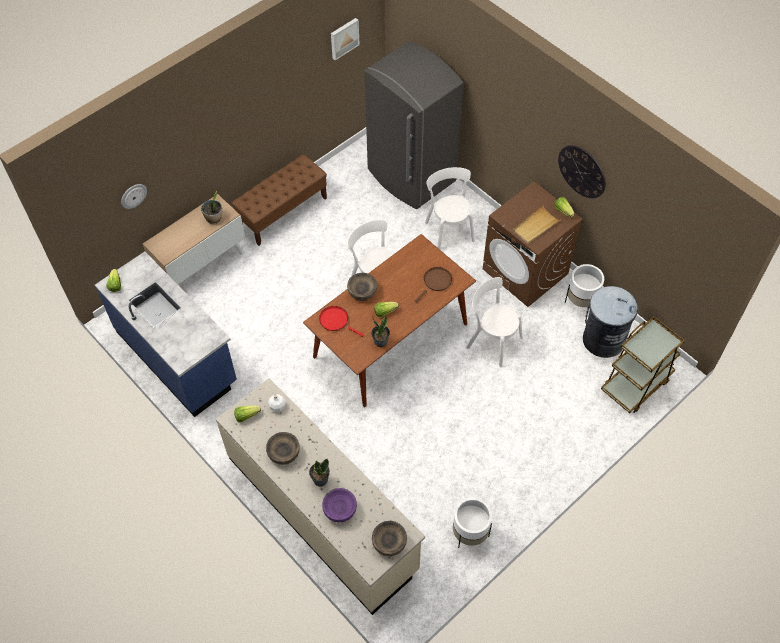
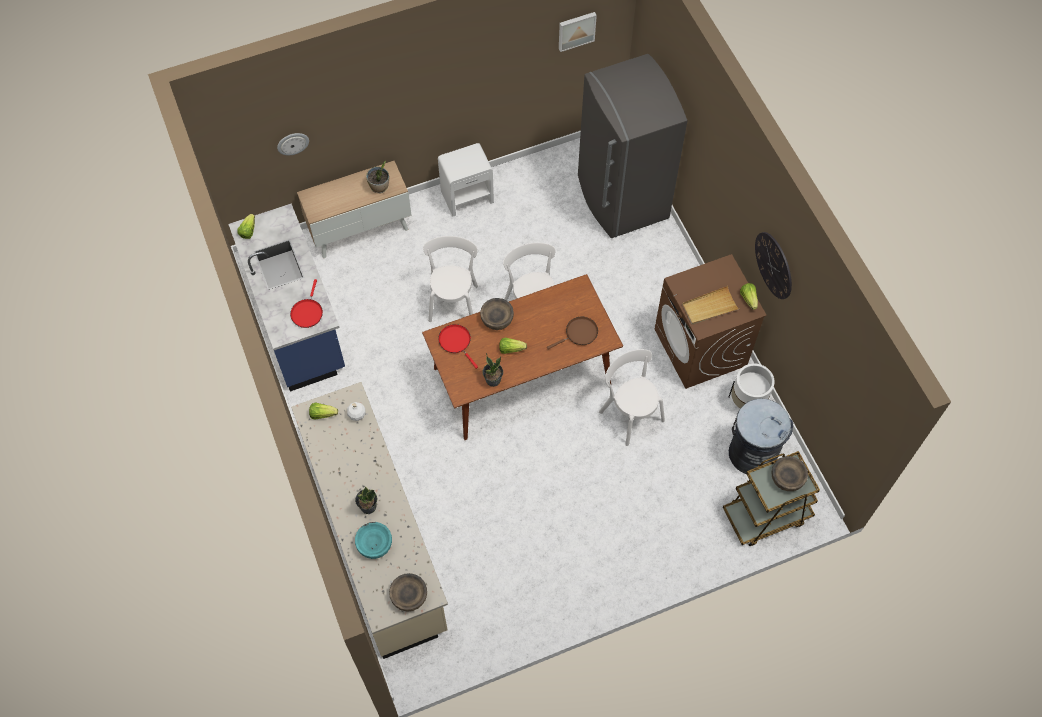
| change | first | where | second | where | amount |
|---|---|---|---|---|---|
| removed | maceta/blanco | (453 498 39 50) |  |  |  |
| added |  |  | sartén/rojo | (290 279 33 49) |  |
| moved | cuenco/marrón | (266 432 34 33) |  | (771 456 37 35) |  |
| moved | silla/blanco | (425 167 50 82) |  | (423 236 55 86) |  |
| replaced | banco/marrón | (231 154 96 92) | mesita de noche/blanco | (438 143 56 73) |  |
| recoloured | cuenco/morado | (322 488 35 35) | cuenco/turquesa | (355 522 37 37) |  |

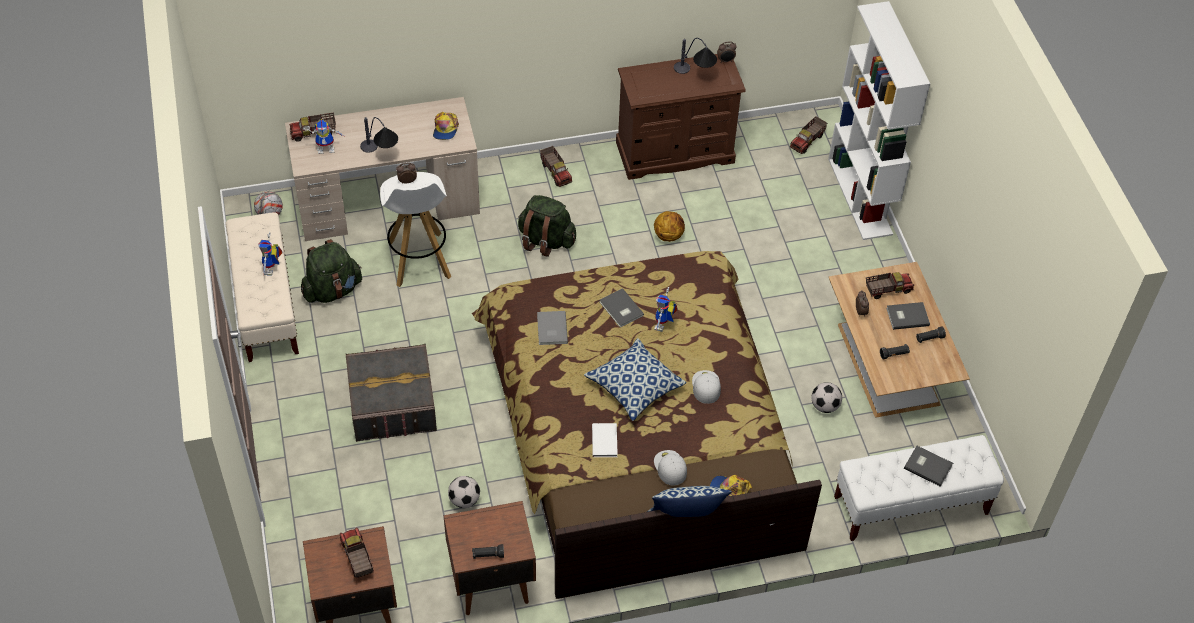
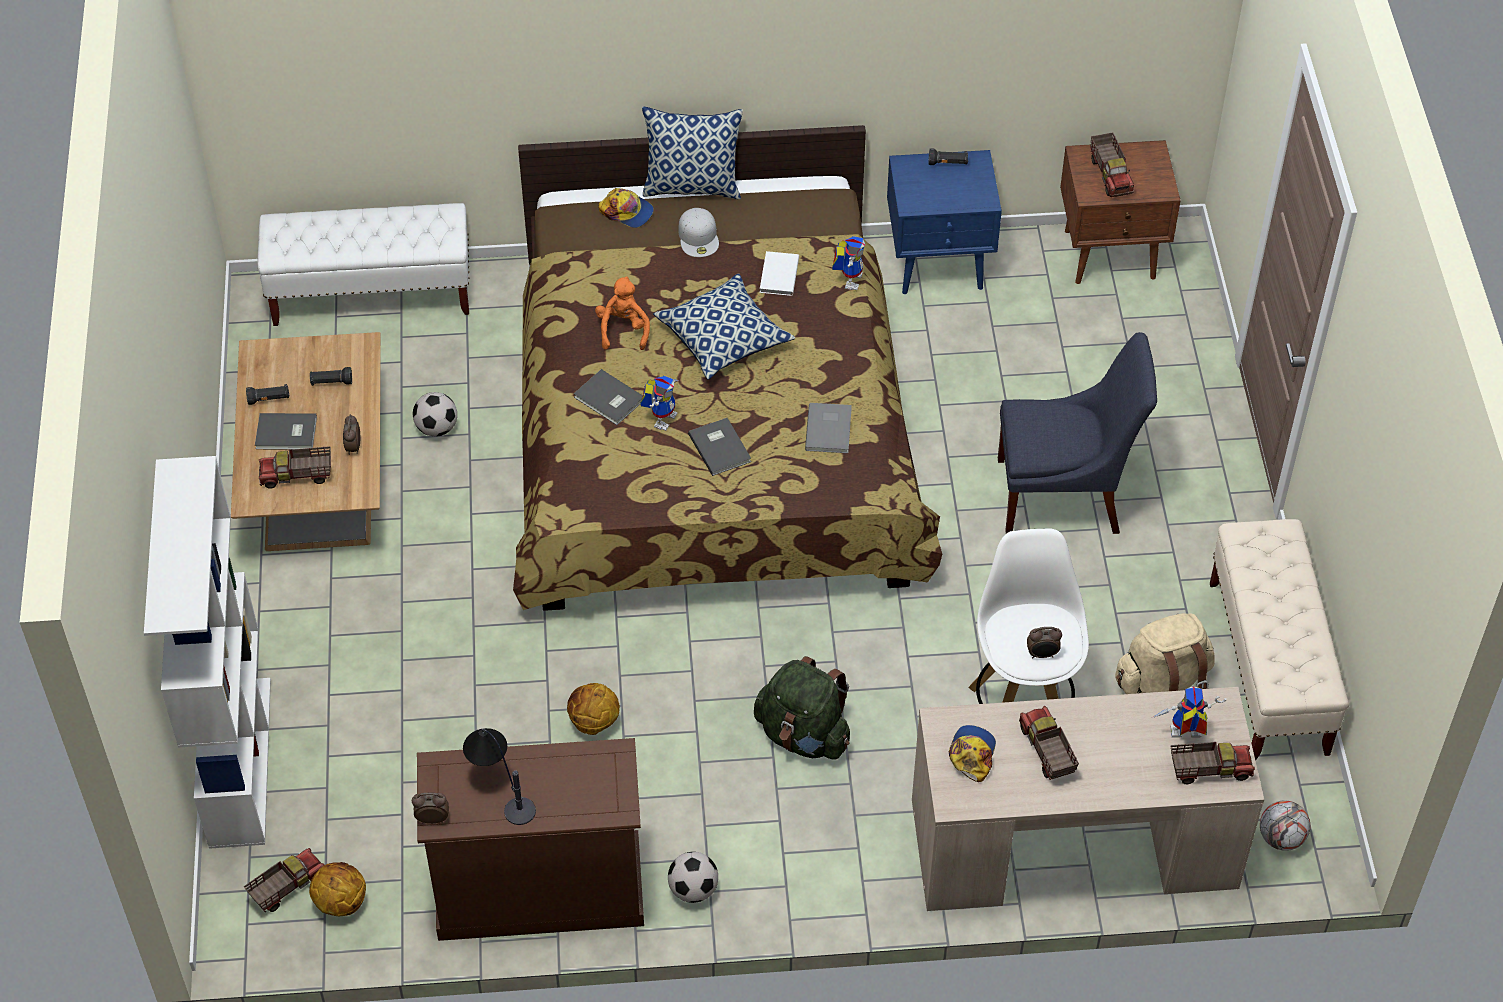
| change | first | where | second | where | amount |
|---|---|---|---|---|---|
| removed | lámpara de mesa | (360 117 38 36) |  |  |  |
| added |  |  | balón de baloncesto | (309 862 57 55) |  |
| moved | robot de juguete | (258 232 25 44) |  | (832 236 33 55) |  |
| moved | balón de fútbol | (448 476 32 32) |  | (668 852 50 51) |  |
| moved | camión de juguete | (540 146 32 41) |  | (1019 706 60 74) |  |
| moved | libro/gris | (904 446 49 41) |  | (574 369 69 56) |  |
| replaced | caja de almacenaje/gris | (346 344 91 98) | silla/azul | (998 332 159 202) |  |
| replaced | gorra/blanco | (692 370 29 34) | peluche/naranja | (595 276 55 74) |  |
| recoloured | mochila/verde | (301 239 61 64) | mochila/beis | (1115 613 99 81) |  |
| recoloured | mesita de noche/marrón | (444 501 92 114) | mesita de noche/azul | (887 150 115 144) |  |

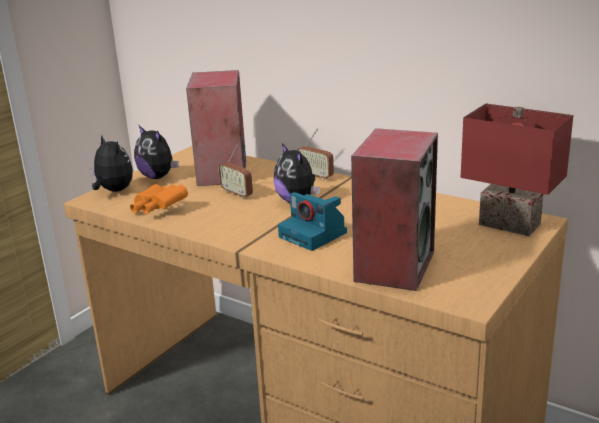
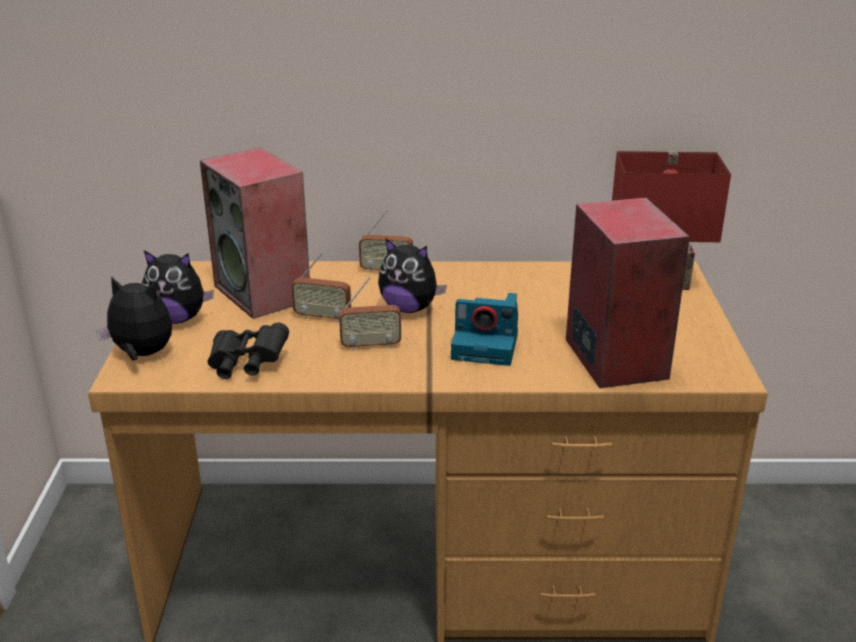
| change | first | where | second | where | amount |
|---|---|---|---|---|---|
| added |  |  | radio | (339 277 62 73) |  |
| recoloured | prismáticos/naranja | (130 184 58 30) | prismáticos/negro | (207 323 82 56) |  |

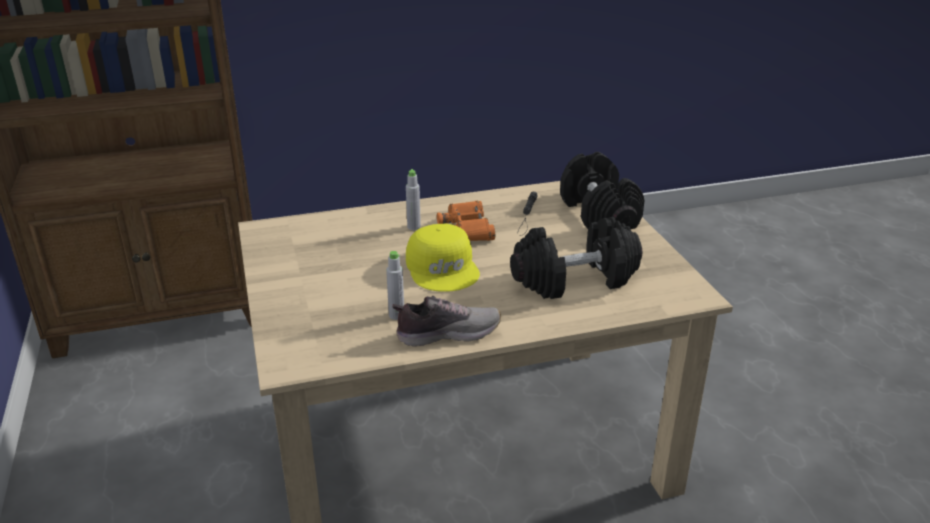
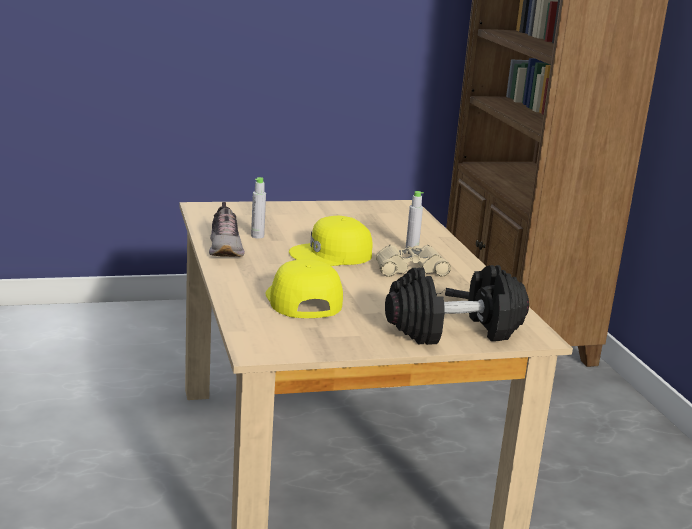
| change | first | where | second | where | amount |
|---|---|---|---|---|---|
| replaced | mancuerna/negro | (510 217 132 82) | gorra/amarillo | (266 260 77 58) |  |
| recoloured | prismáticos/naranja | (437 201 58 40) | prismáticos/beis | (376 245 75 32) |  |

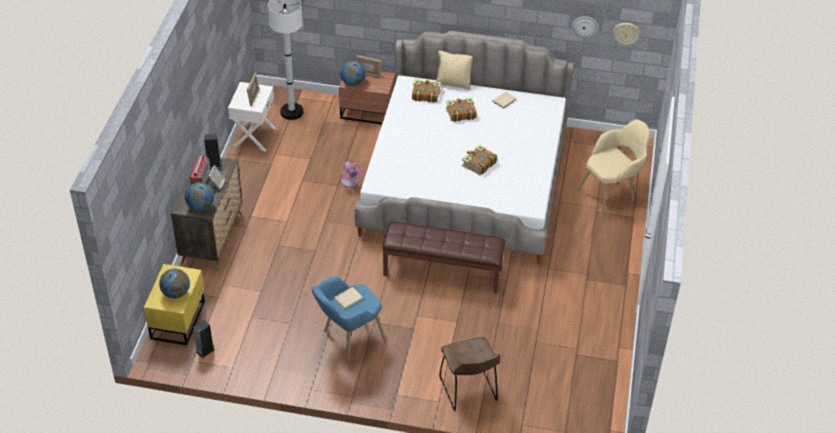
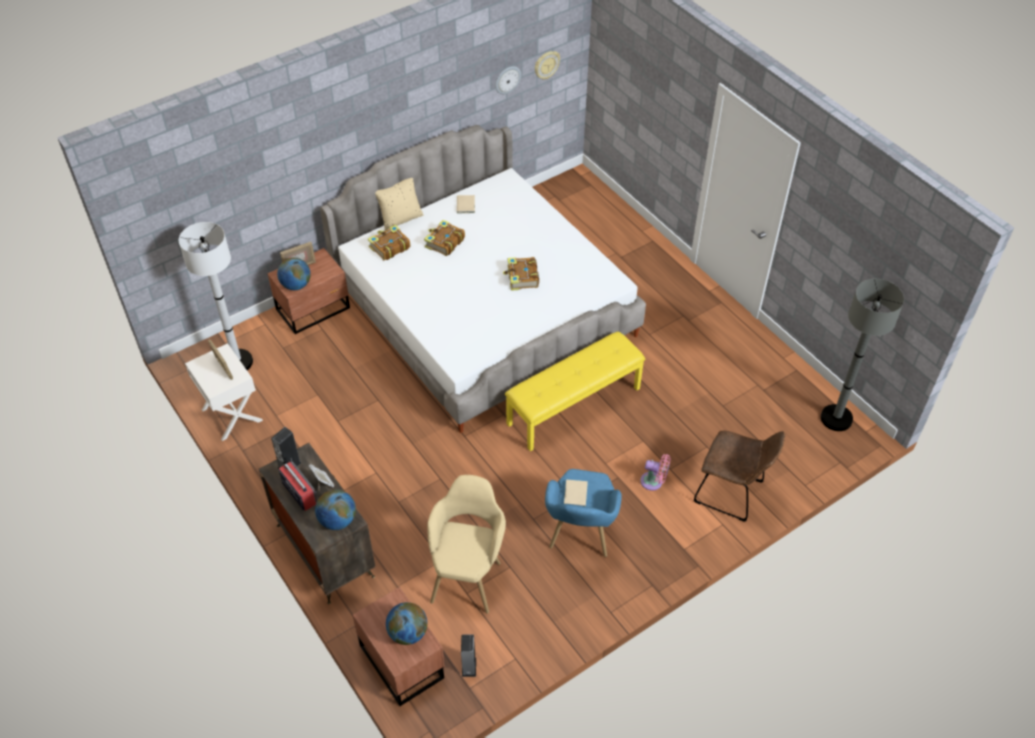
| change | first | where | second | where | amount |
|---|---|---|---|---|---|
| added |  |  | lámpara de pie/gris | (821 279 83 152) |  |
| moved | ventilador/rosa | (341 162 22 26) |  | (640 454 31 37) |  |
| moved | sillón/beis | (577 119 73 97) |  | (427 475 79 139) |  |
| recoloured | mesita de noche/amarillo | (144 264 61 81) | mesita de noche/marrón | (353 587 92 119) |  |
| recoloured | banco/marrón | (382 222 123 71) | banco/amarillo | (505 332 140 119) |  |

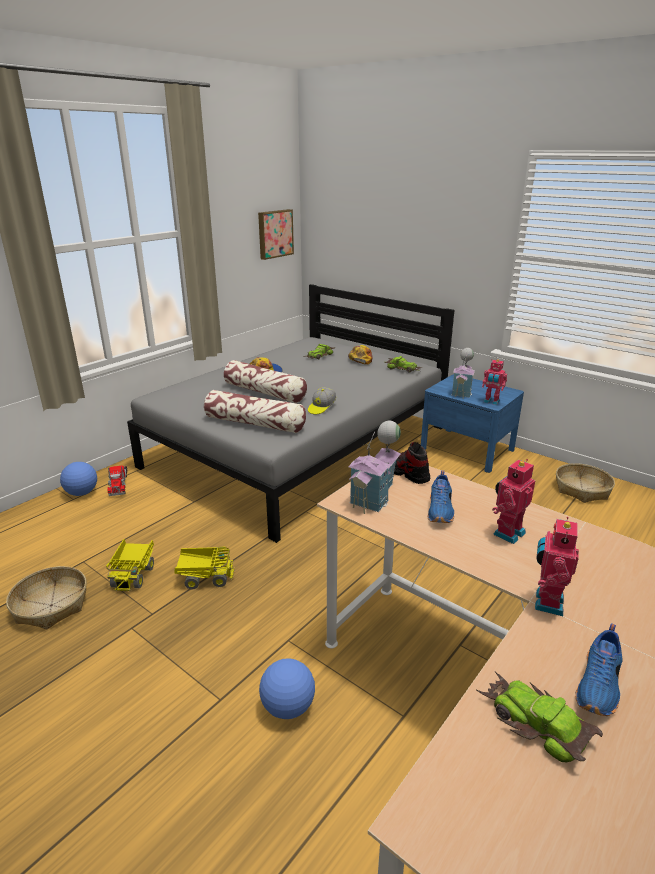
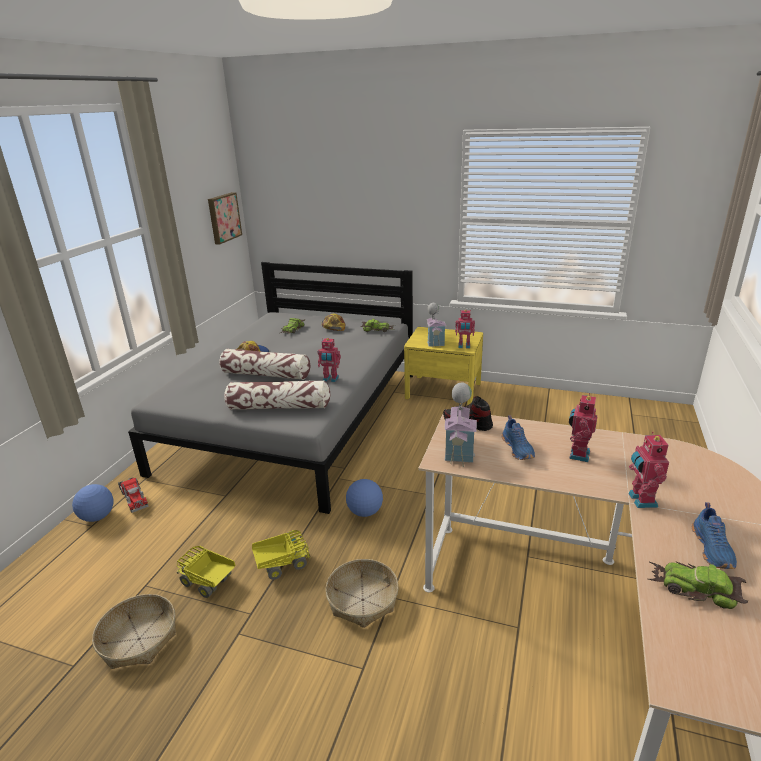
| change | first | where | second | where | amount |
|---|---|---|---|---|---|
| moved | balón de fútbol | (259 658 56 61) |  | (346 479 37 38) |  |
| moved | cesta | (556 463 59 40) |  | (325 559 74 69) |  |
| replaced | gorra | (308 387 28 28) | robot de juguete | (318 338 23 44) |  |
| recoloured | mesita de noche/azul | (421 374 103 99) | mesita de noche/amarillo | (404 327 79 78) |  |
| turned | camión de juguete | (106 539 48 52) |  | (177 546 59 52) | 135 degrees clockwise |

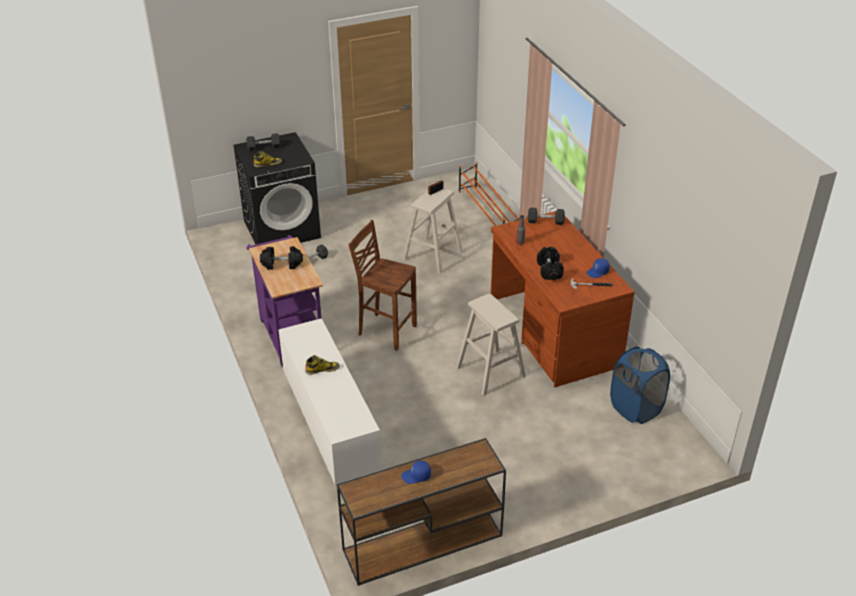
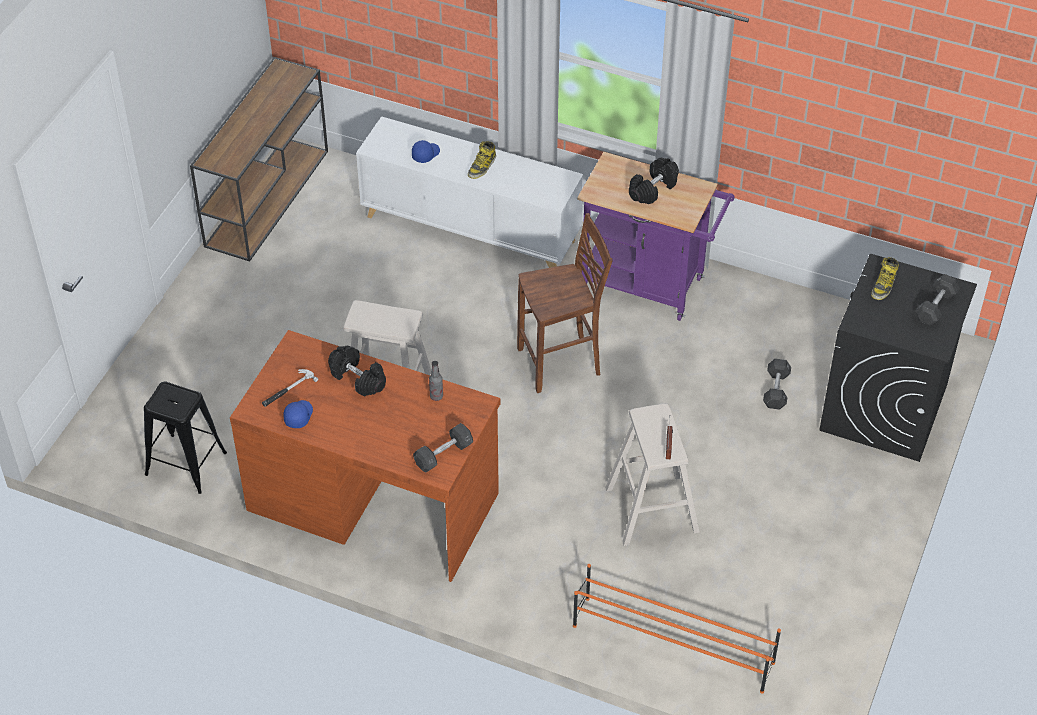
| change | first | where | second | where | amount |
|---|---|---|---|---|---|
| moved | gorra/azul | (401 461 30 23) |  | (412 140 28 23) |  |
| replaced | cesto de la ropa/azul | (610 347 60 77) | taburete/negro | (144 382 83 112) |  |

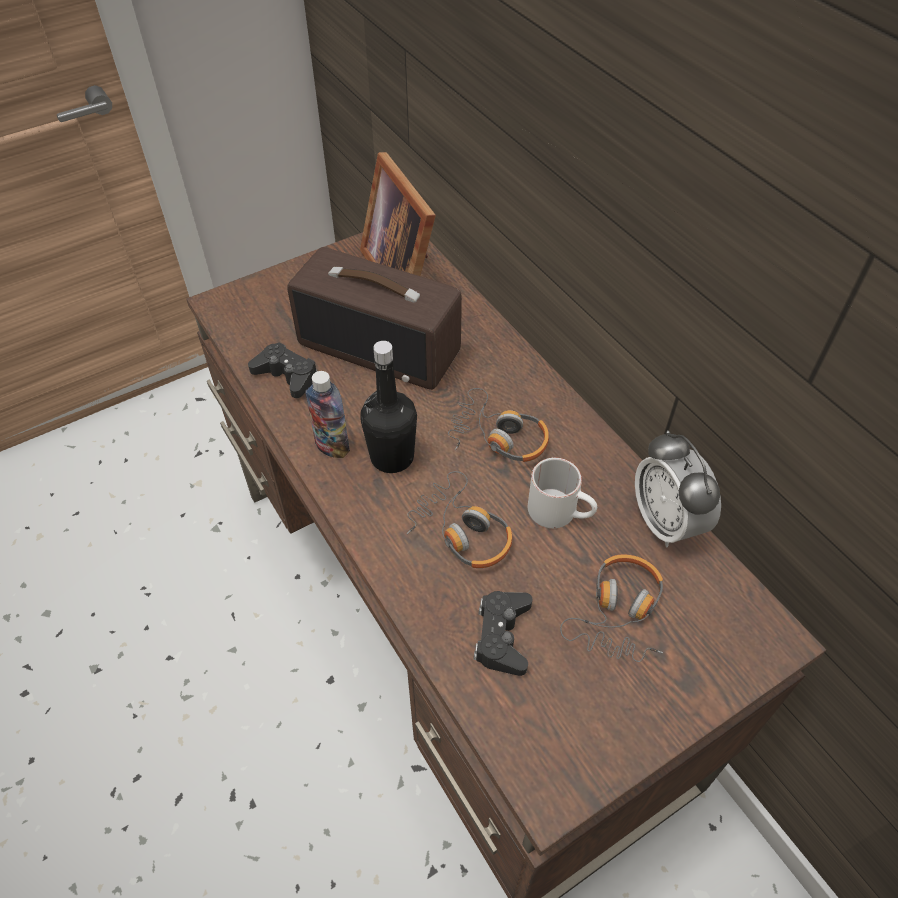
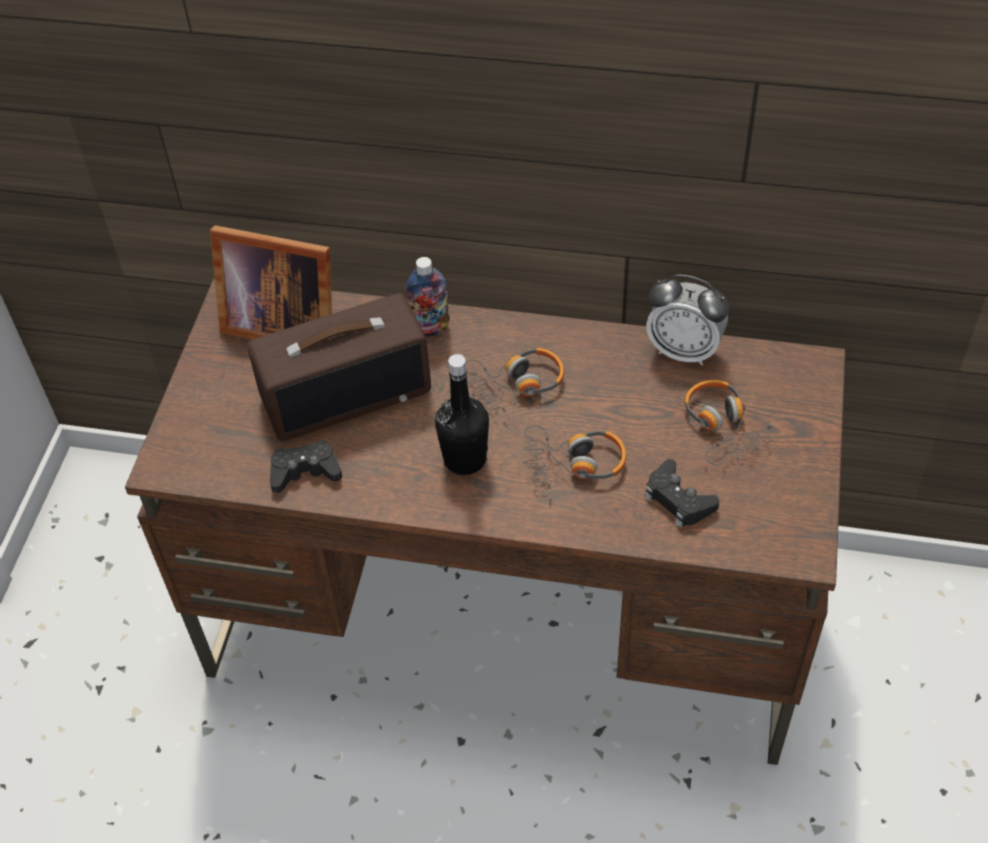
| change | first | where | second | where | amount |
|---|---|---|---|---|---|
| removed | taza grande/blanco | (528 457 69 71) |  |  |  |
| moved | botella | (305 371 45 87) |  | (406 257 44 80) |  |

